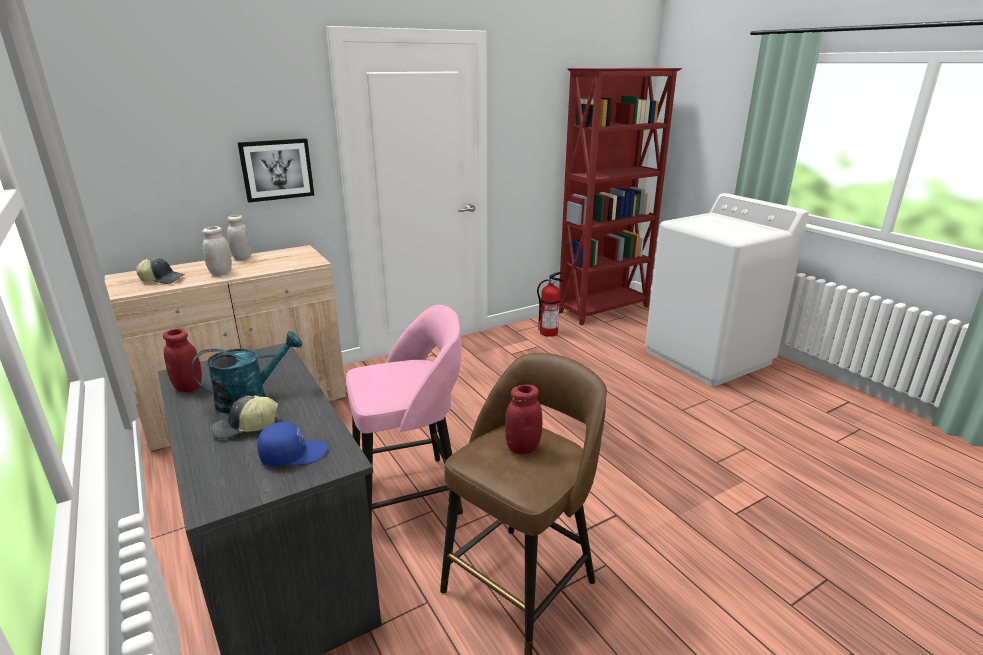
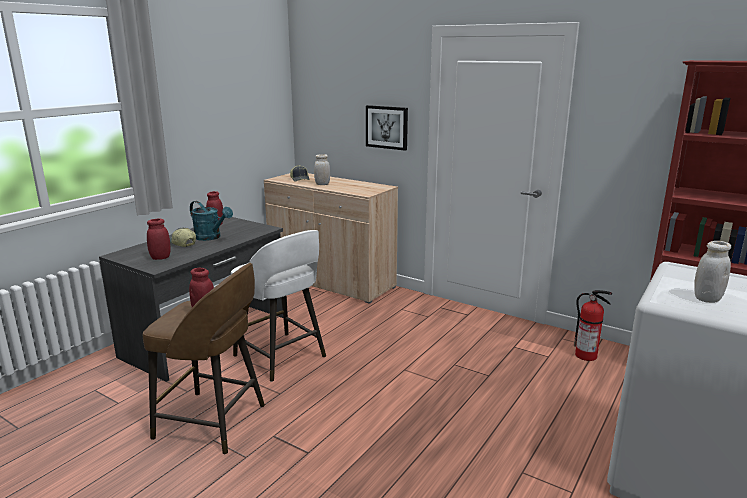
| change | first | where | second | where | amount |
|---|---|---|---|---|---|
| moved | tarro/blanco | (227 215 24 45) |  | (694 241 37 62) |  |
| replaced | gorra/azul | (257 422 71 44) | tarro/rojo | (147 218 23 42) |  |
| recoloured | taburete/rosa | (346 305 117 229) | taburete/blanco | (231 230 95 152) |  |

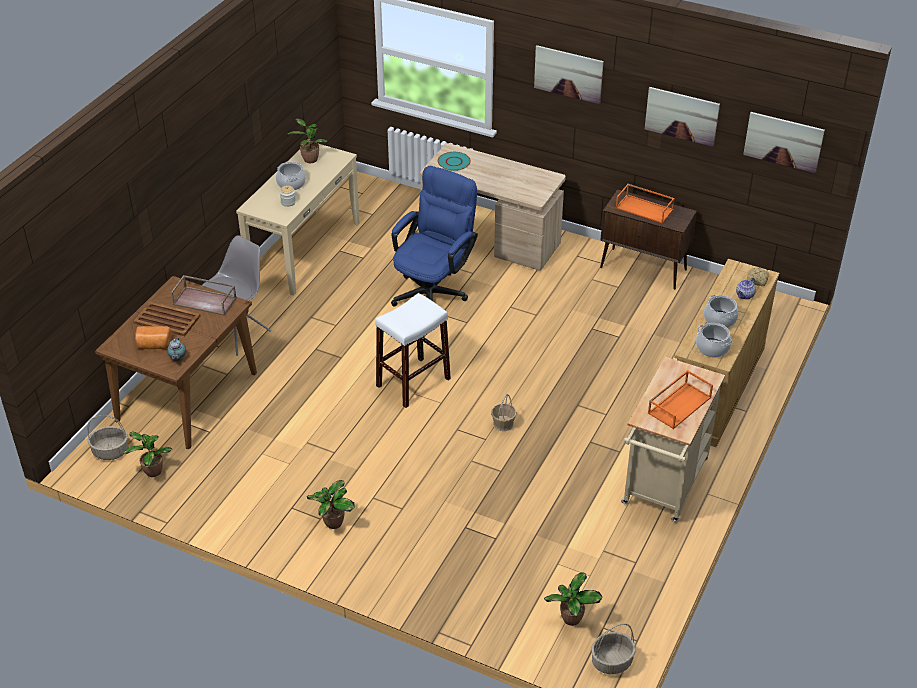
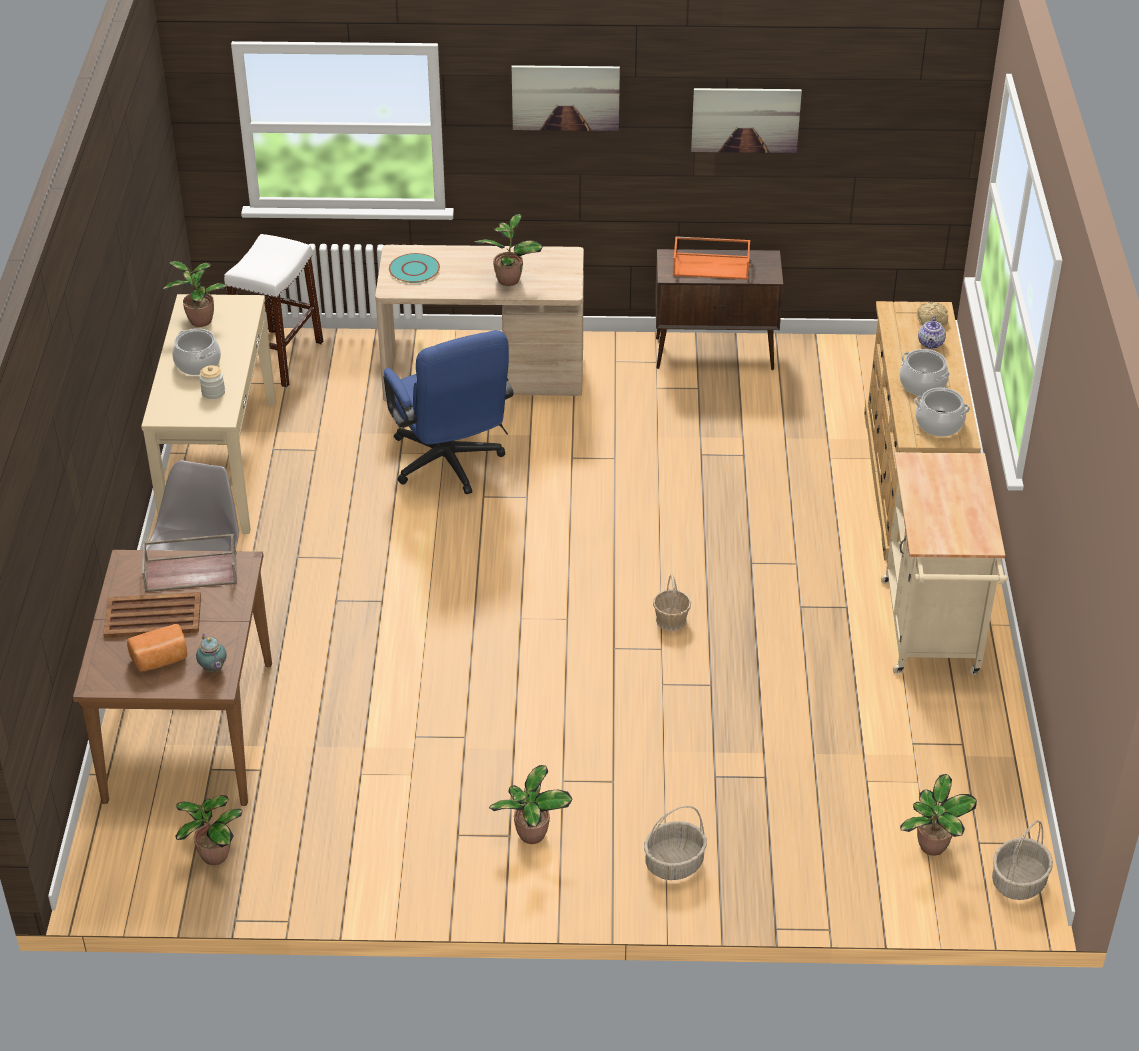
| change | first | where | second | where | amount |
|---|---|---|---|---|---|
| removed | bandeja/naranja | (648 370 65 59) |  |  |  |
| removed | cuadro | (743 112 82 61) |  |  |  |
| added |  |  | planta en maceta | (474 214 69 72) |  |
| moved | cesta | (87 415 42 45) |  | (644 806 63 74) |  |
| moved | taburete/blanco | (375 293 76 115) |  | (224 234 99 154) |  |
| turned | silla de oficina/azul | (391 166 87 140) |  | (383 330 131 164) | 150 degrees clockwise |

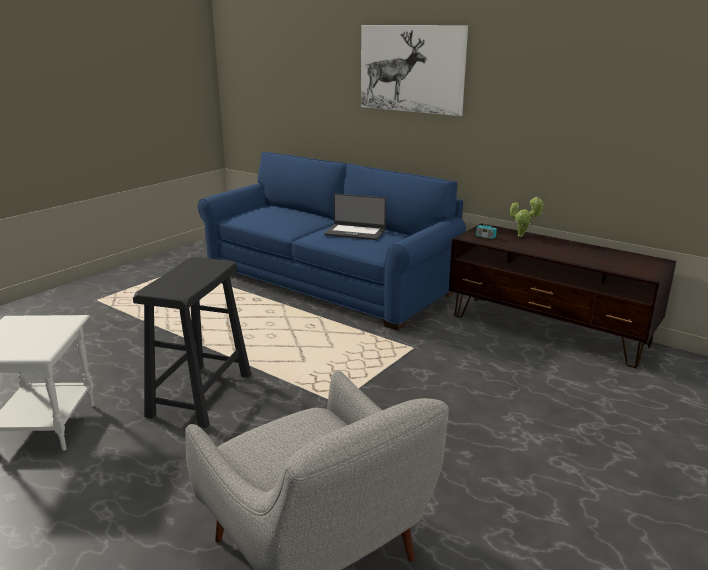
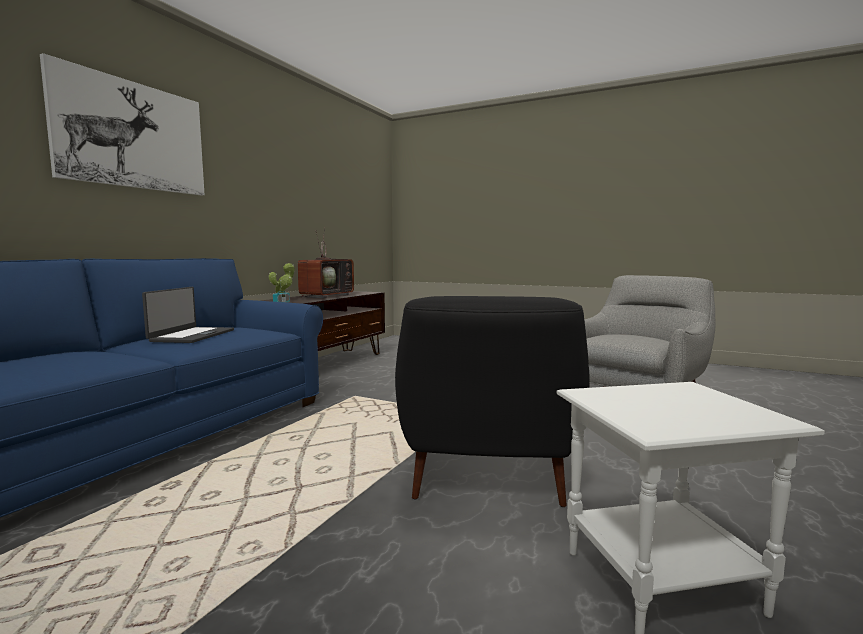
| change | first | where | second | where | amount |
|---|---|---|---|---|---|
| added |  |  | televisor | (298 228 56 70) |  |
| replaced | taburete/negro | (133 257 118 171) | sillón/negro | (395 296 195 211) |  |

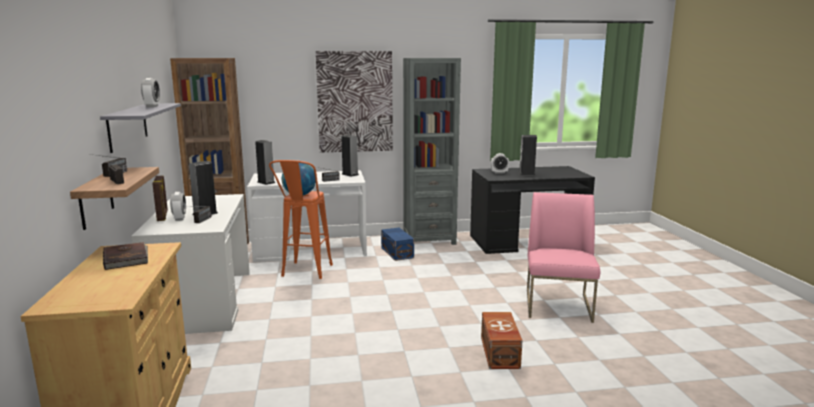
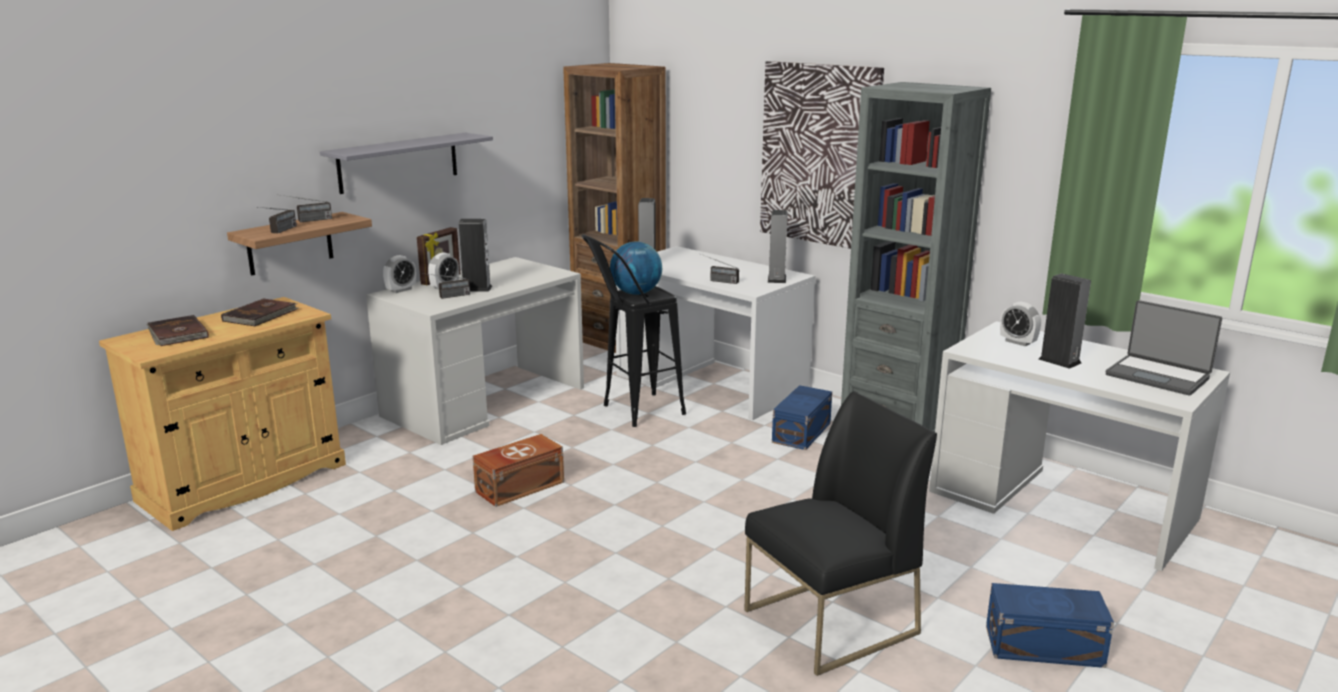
| change | first | where | second | where | amount |
|---|---|---|---|---|---|
| added |  |  | libro/marrón | (147 315 62 31) |  |
| added |  |  | caja de almacenaje/azul | (986 583 128 85) |  |
| added |  |  | portátil | (1106 300 116 95) |  |
| moved | despertador | (141 78 19 30) |  | (383 255 33 38) |  |
| moved | caja de almacenaje/marrón | (481 312 41 57) |  | (473 434 91 73) |  |
| recoloured | taburete/naranja | (269 160 64 119) | taburete/negro | (582 234 104 193) |  |
| recoloured | escritorio/negro | (470 166 125 88) | escritorio/blanco | (929 321 301 250) |  |
| recoloured | silla/rosa | (527 192 73 131) | silla/negro | (744 391 193 285) |  |

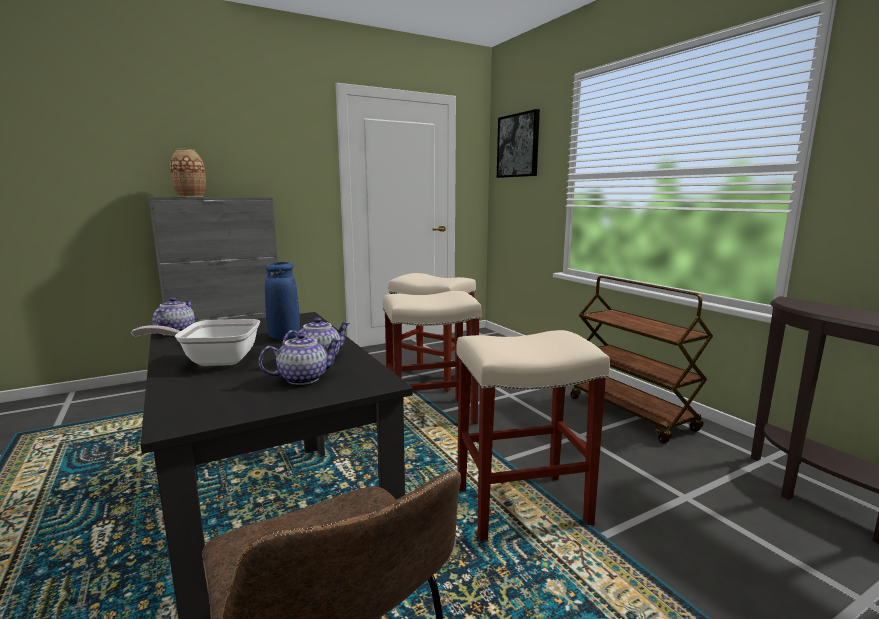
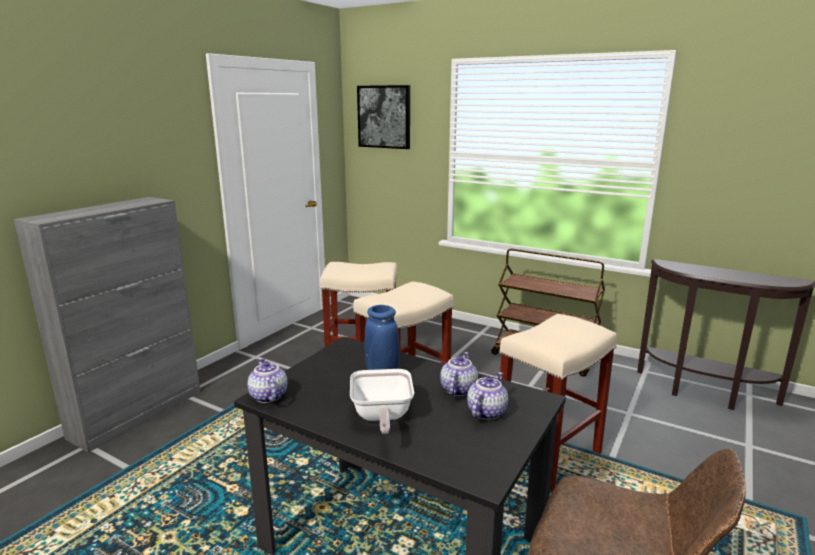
| change | first | where | second | where | amount |
|---|---|---|---|---|---|
| removed | florero | (170 149 36 48) |  |  |  |
| turned | sartén | (131 319 129 47) |  | (350 369 64 65) | 60 degrees counterclockwise |

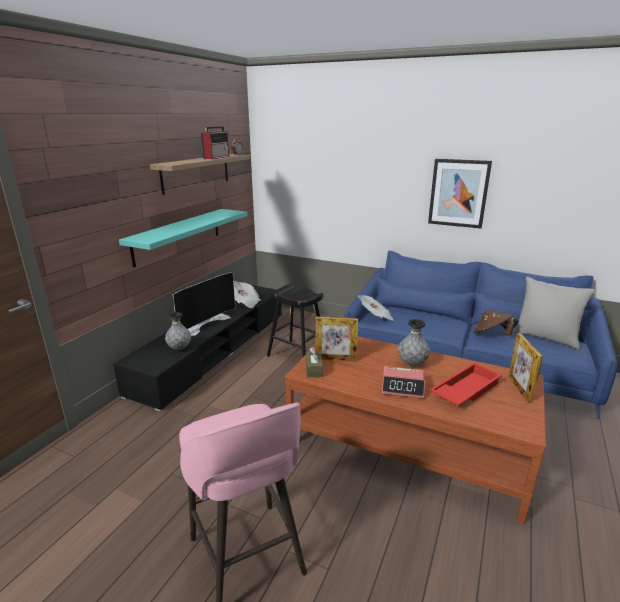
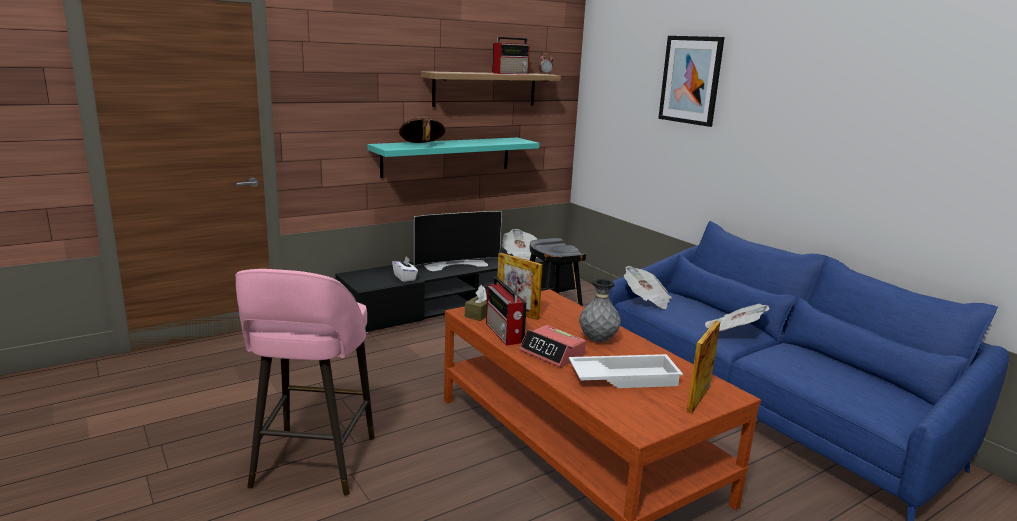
| change | first | where | second | where | amount |
|---|---|---|---|---|---|
| removed | cojín/gris | (512 277 83 73) |  |  |  |
| added |  |  | radio | (486 277 41 69) |  |
| added |  |  | periódico | (705 304 64 27) |  |
| moved | cuadro | (428 159 64 69) |  | (658 36 67 91) |  |
| moved | sombrero/marrón | (474 310 41 25) |  | (399 115 46 28) |  |
| replaced | florero/gris | (165 312 26 38) | caja de pañuelos/blanco | (392 257 26 25) |  |
| recoloured | bandeja/rojo | (430 363 72 43) | bandeja/blanco | (569 354 114 34) |  |

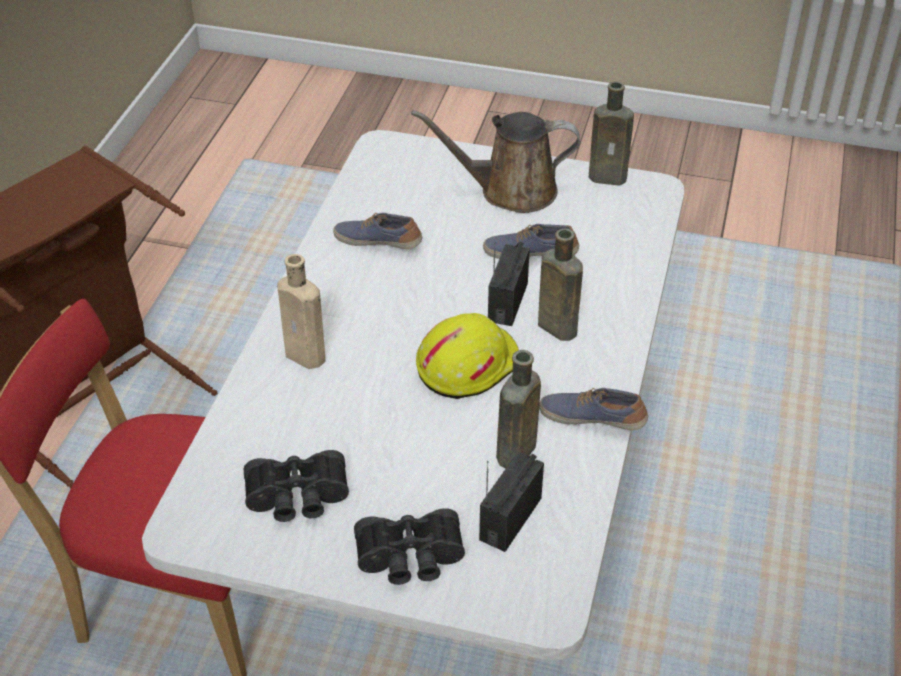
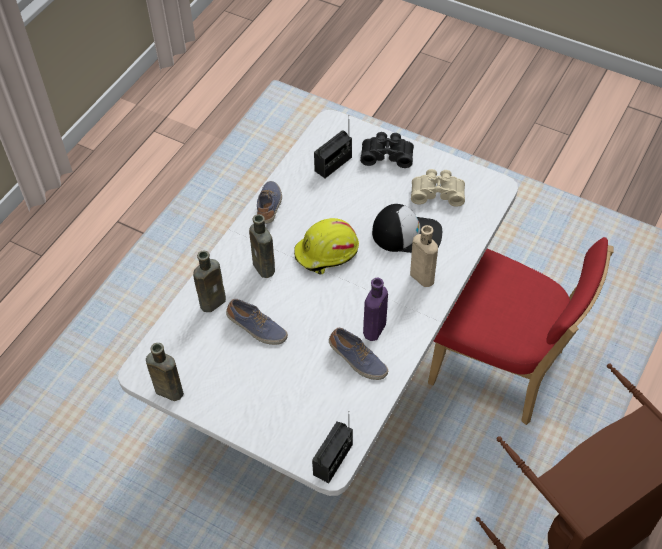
| change | first | where | second | where | amount |
|---|---|---|---|---|---|
| removed | regadera/marrón | (411 110 169 103) |  |  |  |
| added |  |  | botella/morado | (363 278 25 63) |  |
| added |  |  | gorra | (372 204 70 49) |  |
| moved | radio | (488 241 42 85) |  | (312 411 41 72) |  |
| moved | botella/marrón | (496 350 45 119) |  | (193 251 33 61) |  |
| recoloured | prismáticos/negro | (244 450 105 72) | prismáticos/beis | (411 169 54 38) |  |
| turned | zapato | (539 388 109 42) |  | (257 181 25 43) | 120 degrees counterclockwise |

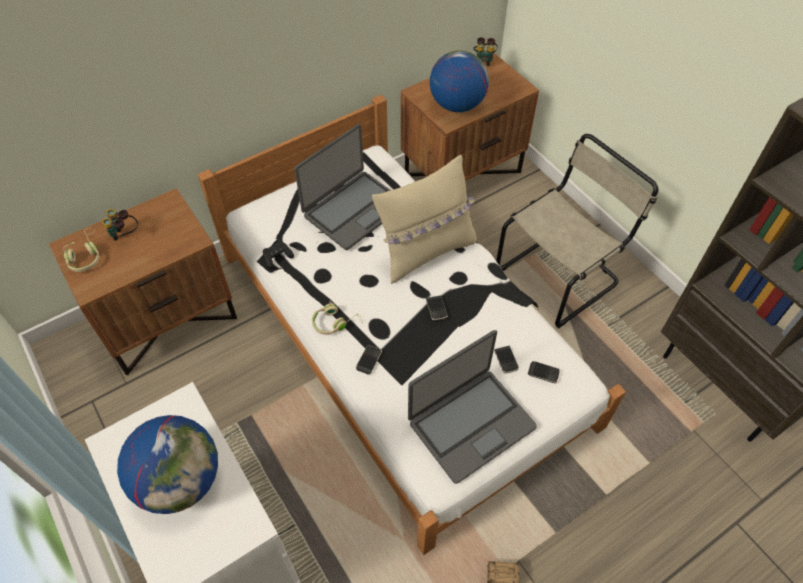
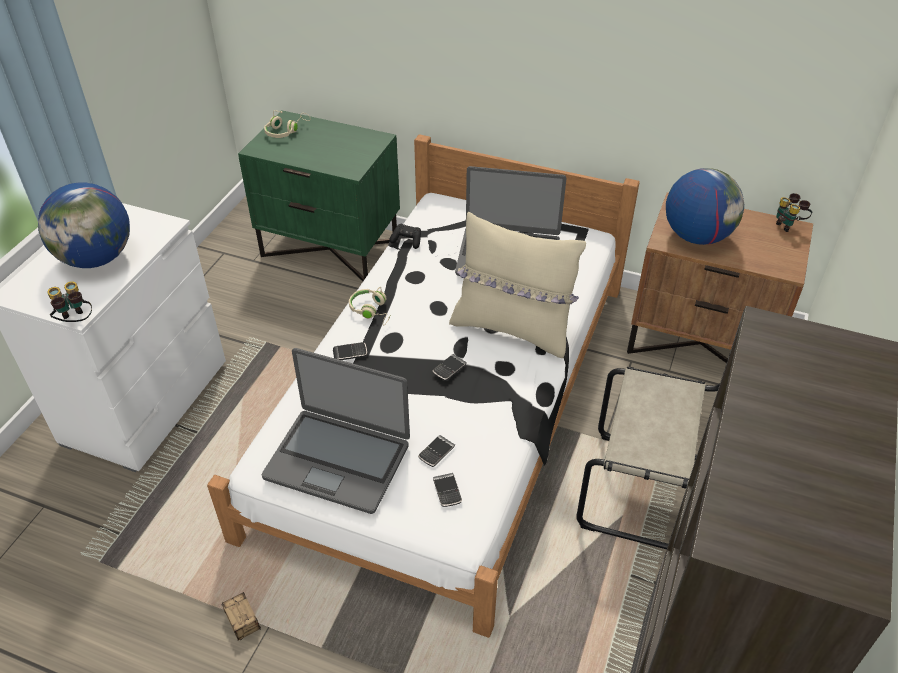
| change | first | where | second | where | amount |
|---|---|---|---|---|---|
| moved | prismáticos | (102 209 36 32) |  | (47 281 45 41) |  |
| recoloured | mesita de noche/marrón | (49 188 188 187) | mesita de noche/verde | (238 110 162 171) |  |

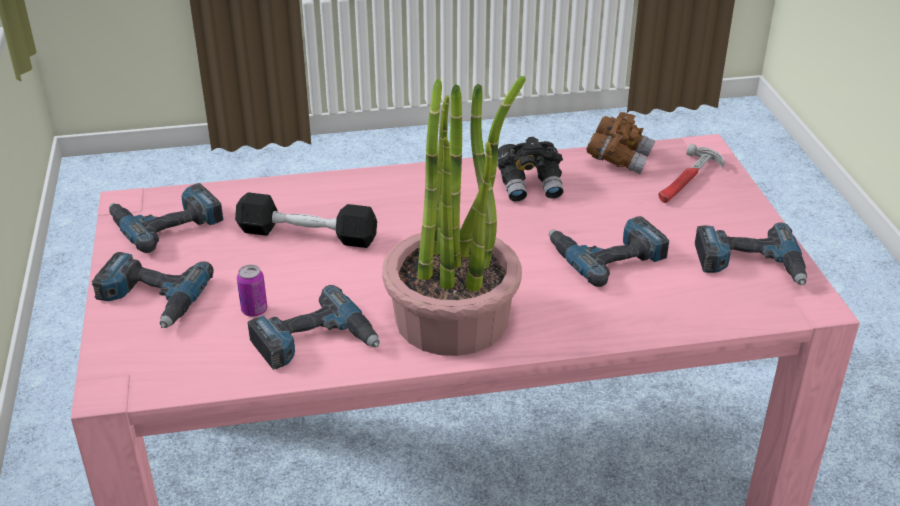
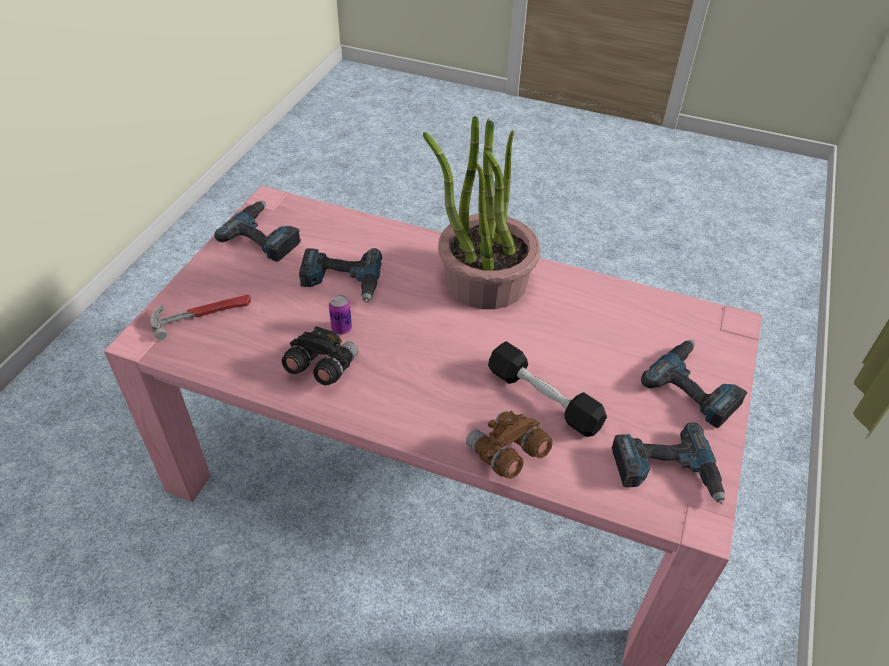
| change | first | where | second | where | amount |
|---|---|---|---|---|---|
| removed | taladro | (248 285 132 85) |  |  |  |
| moved | lata | (237 265 30 52) |  | (329 295 23 39) |  |
| moved | prismáticos/marrón | (586 112 69 62) |  | (466 411 87 68) |  |

